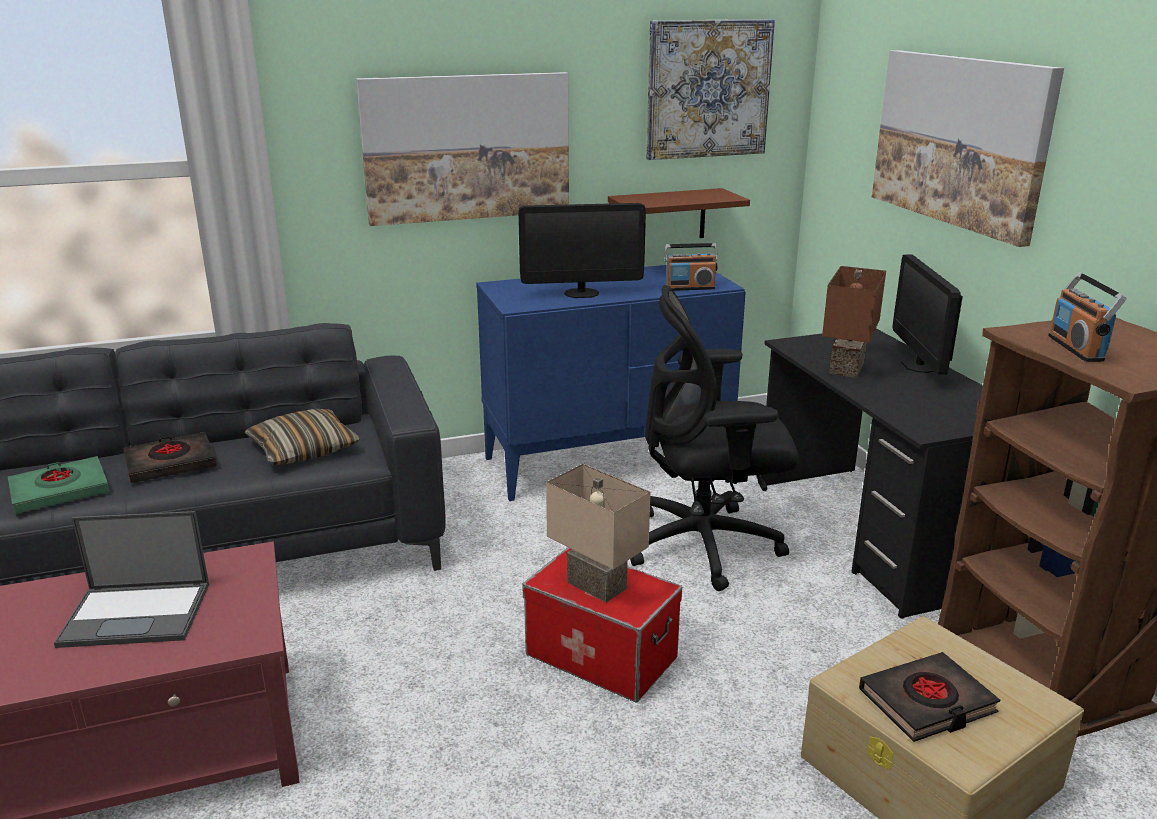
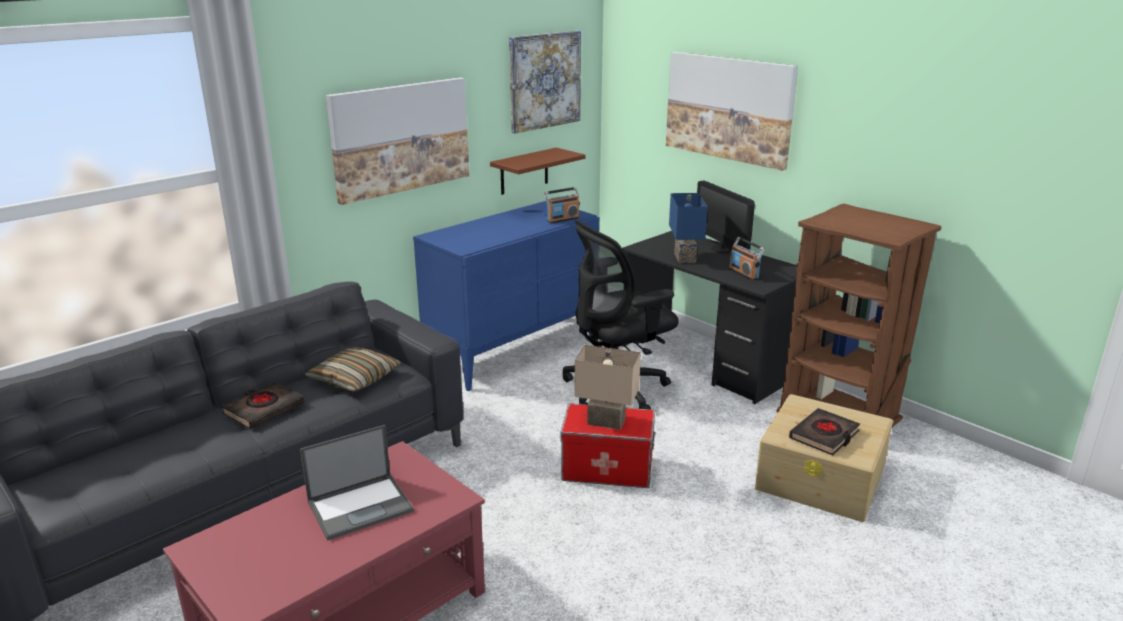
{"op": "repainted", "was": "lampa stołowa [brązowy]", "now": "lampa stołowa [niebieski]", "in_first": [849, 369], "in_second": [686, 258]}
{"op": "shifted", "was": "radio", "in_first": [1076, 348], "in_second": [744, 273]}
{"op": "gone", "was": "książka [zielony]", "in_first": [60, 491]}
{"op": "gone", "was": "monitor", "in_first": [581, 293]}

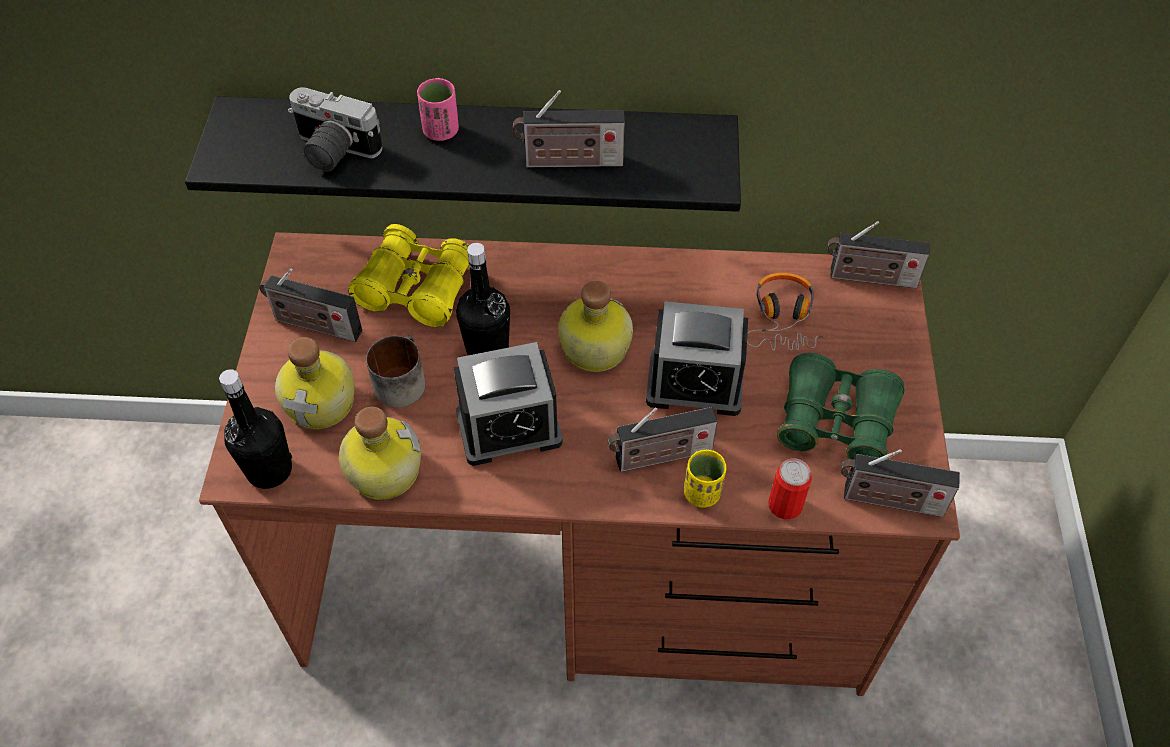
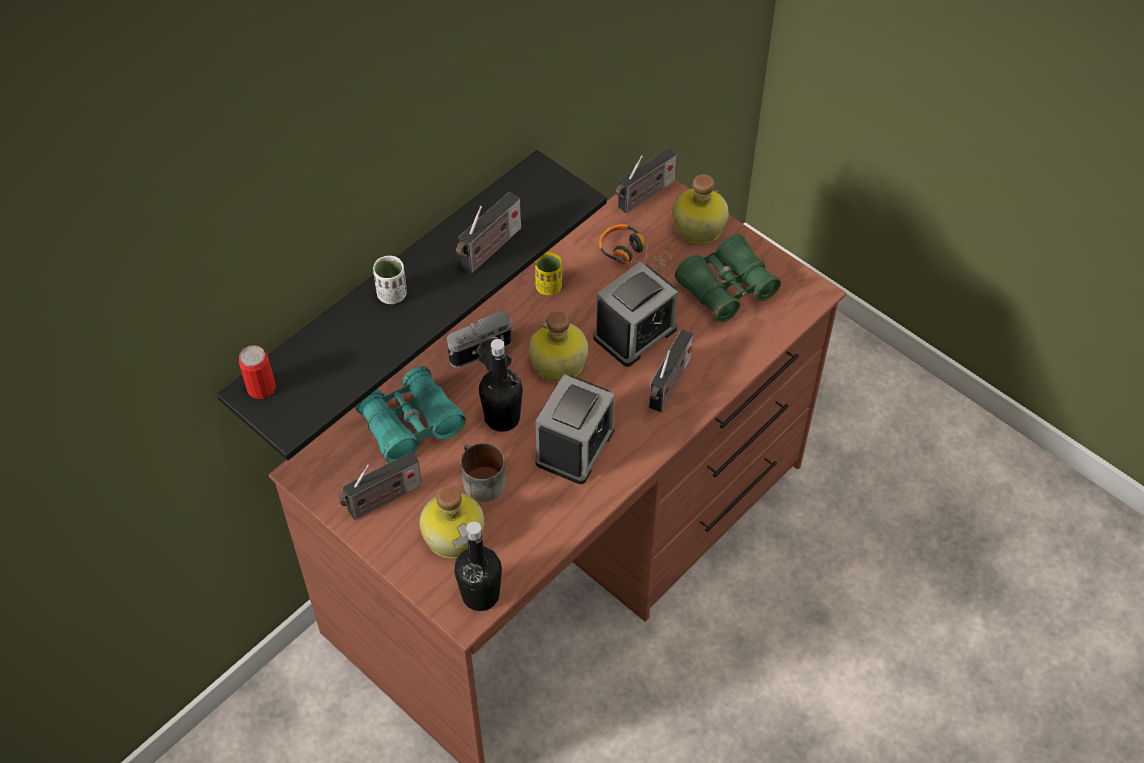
{"op": "shifted", "was": "puszka", "in_first": [785, 505], "in_second": [261, 388]}
{"op": "repainted", "was": "lornetka [żółty]", "now": "lornetka [turkusowy]", "in_first": [416, 288], "in_second": [411, 424]}
{"op": "repainted", "was": "filiżanka [różowy]", "now": "filiżanka [biały]", "in_first": [441, 131], "in_second": [392, 295]}
{"op": "shifted", "was": "aparat fotograficzny", "in_first": [332, 152], "in_second": [485, 360]}
{"op": "shifted", "was": "filiżanka [żółty]", "in_first": [702, 493], "in_second": [549, 287]}
{"op": "shifted", "was": "butelka", "in_first": [382, 470], "in_second": [697, 227]}
{"op": "gone", "was": "radio", "in_first": [888, 501]}

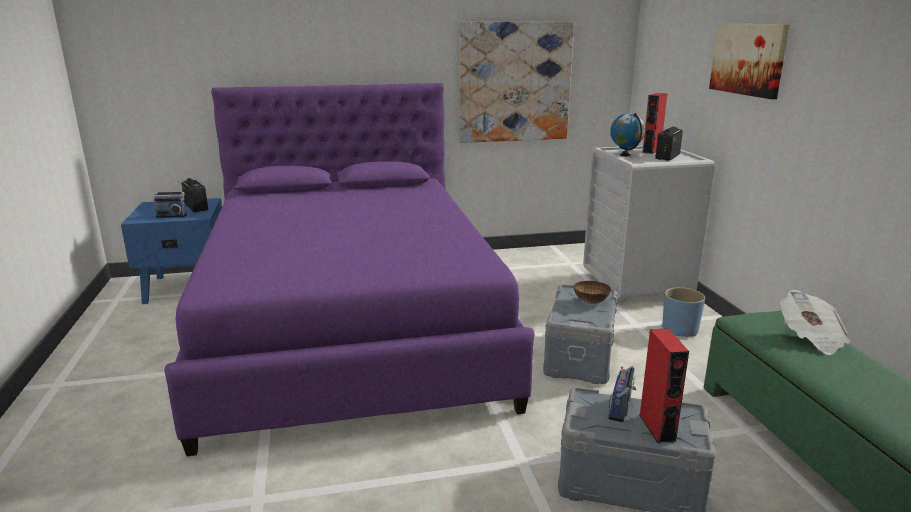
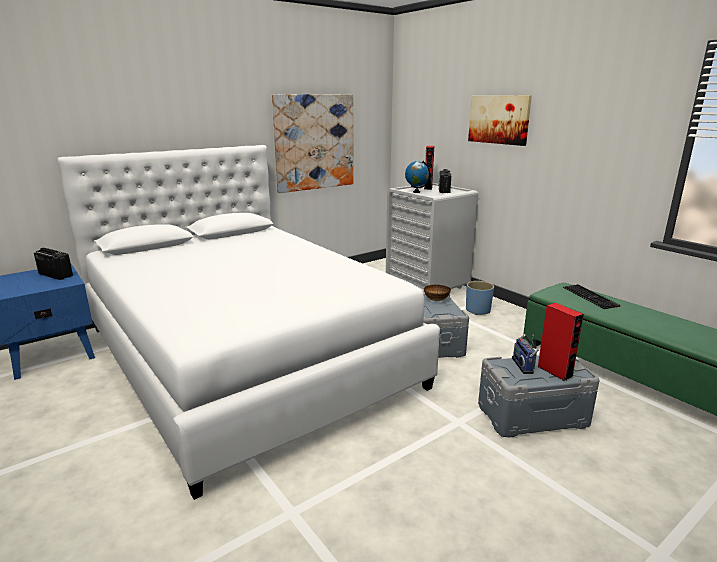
{"op": "repainted", "was": "łóżko [fioletowy]", "now": "łóżko [biały]", "in_first": [351, 326], "in_second": [245, 355]}
{"op": "swapped", "was": "gazeta", "now": "klawiatura", "in_first": [811, 338], "in_second": [591, 297]}
{"op": "gone", "was": "radio", "in_first": [172, 215]}

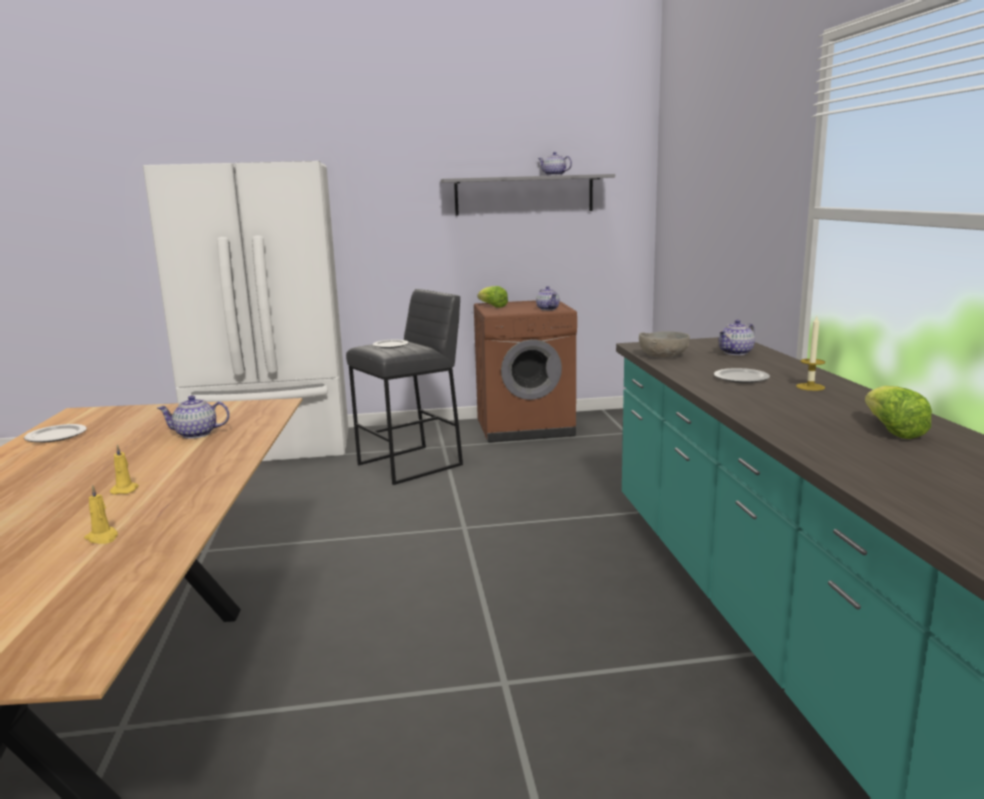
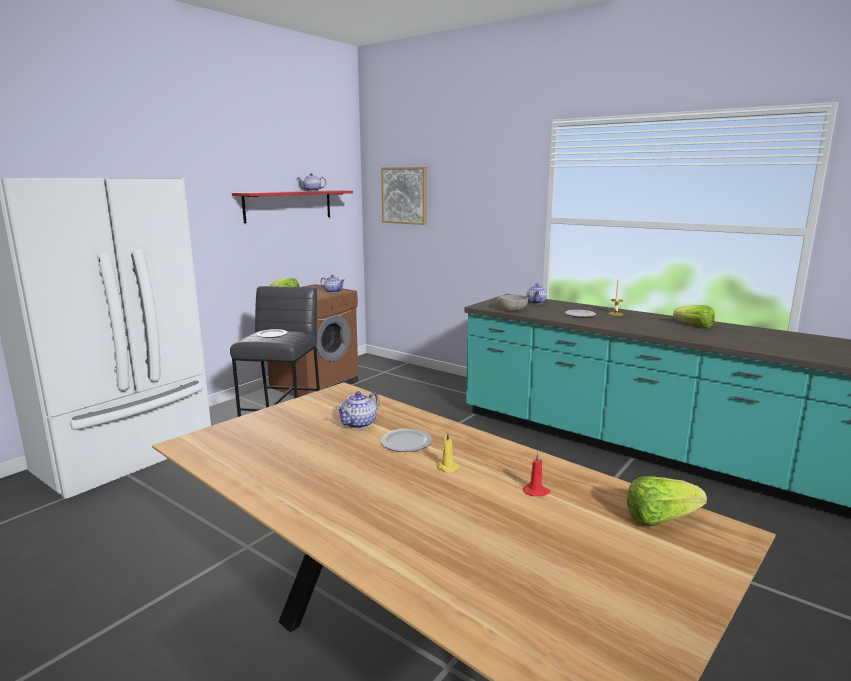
{"op": "repainted", "was": "półka [szary]", "now": "półka [czerwony]", "in_first": [524, 195], "in_second": [288, 205]}
{"op": "new", "now": "obraz", "in_second": [404, 195]}
{"op": "shifted", "was": "talerz", "in_first": [57, 435], "in_second": [406, 442]}
{"op": "repainted", "was": "świeca [żółty]", "now": "świeca [czerwony]", "in_first": [102, 538], "in_second": [536, 492]}
{"op": "new", "now": "sałata", "in_second": [660, 518]}

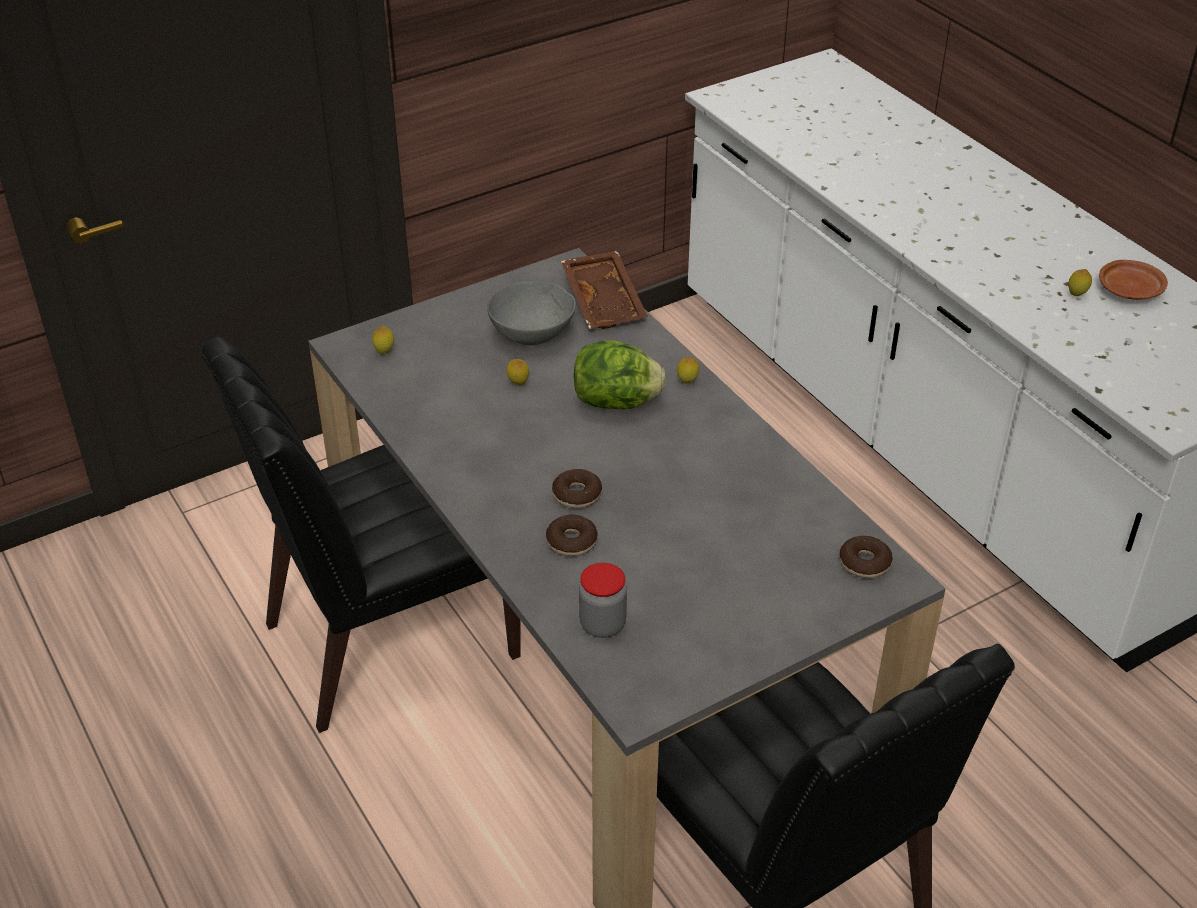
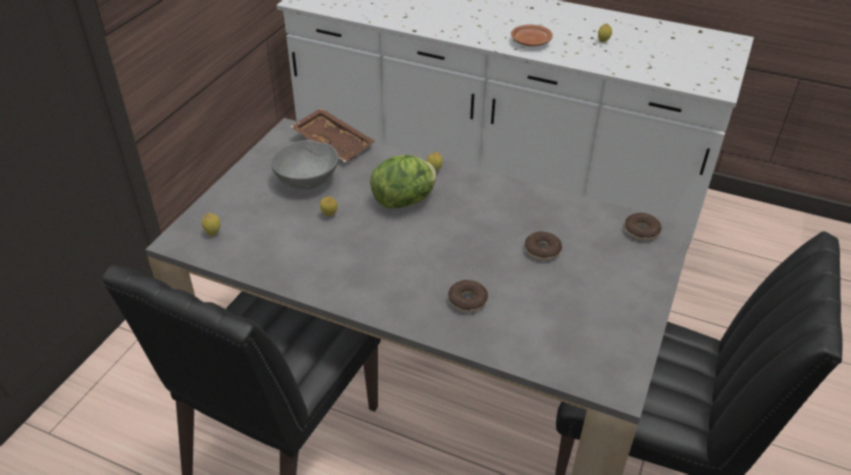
{"op": "shifted", "was": "talerz [brązowy]", "in_first": [1130, 290], "in_second": [531, 42]}
{"op": "shifted", "was": "donut", "in_first": [577, 495], "in_second": [542, 250]}
{"op": "gone", "was": "słoik", "in_first": [602, 624]}

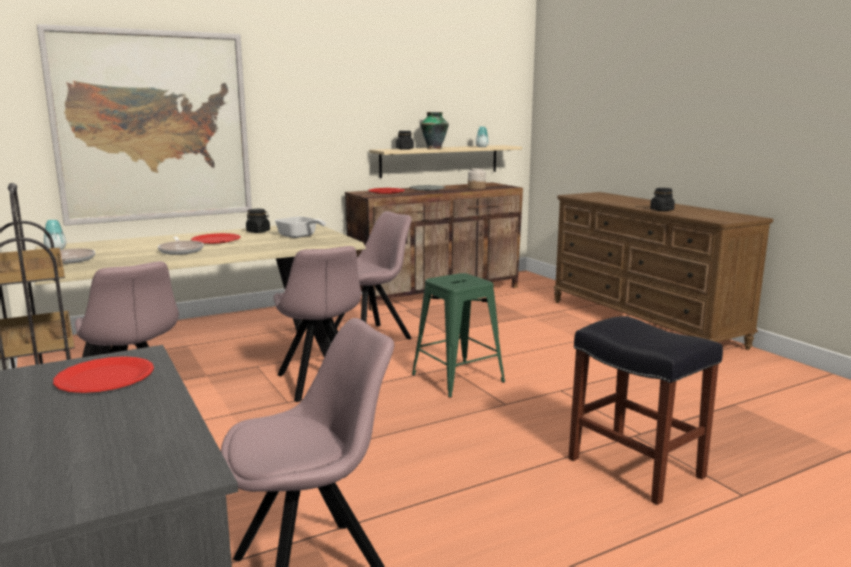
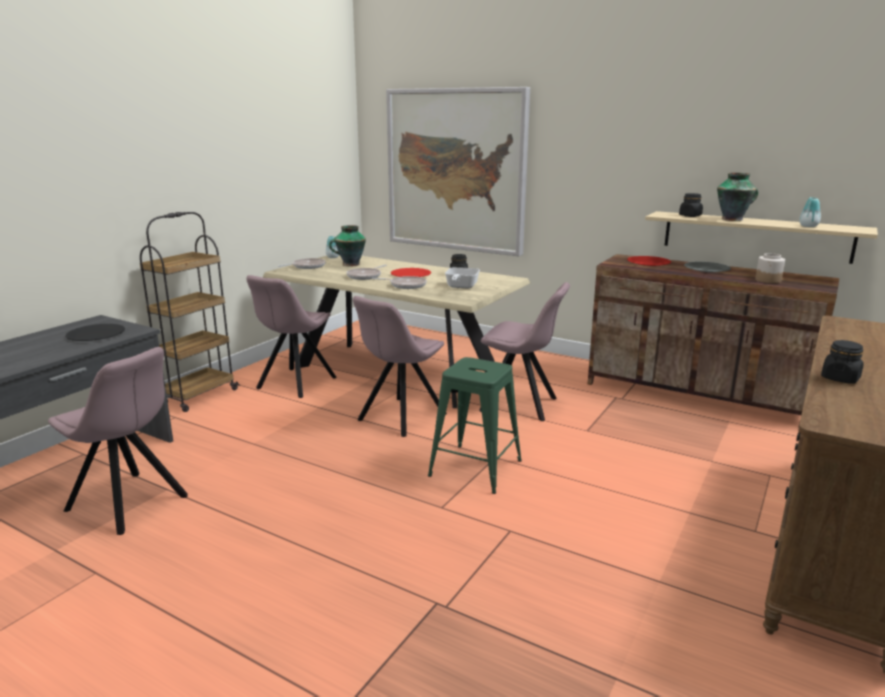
{"op": "repainted", "was": "talerz [czerwony]", "now": "talerz [czarny]", "in_first": [105, 377], "in_second": [96, 334]}
{"op": "new", "now": "wazon", "in_second": [350, 264]}
{"op": "new", "now": "patelnia", "in_second": [406, 285]}
{"op": "gone", "was": "stołek [czarny]", "in_first": [637, 468]}

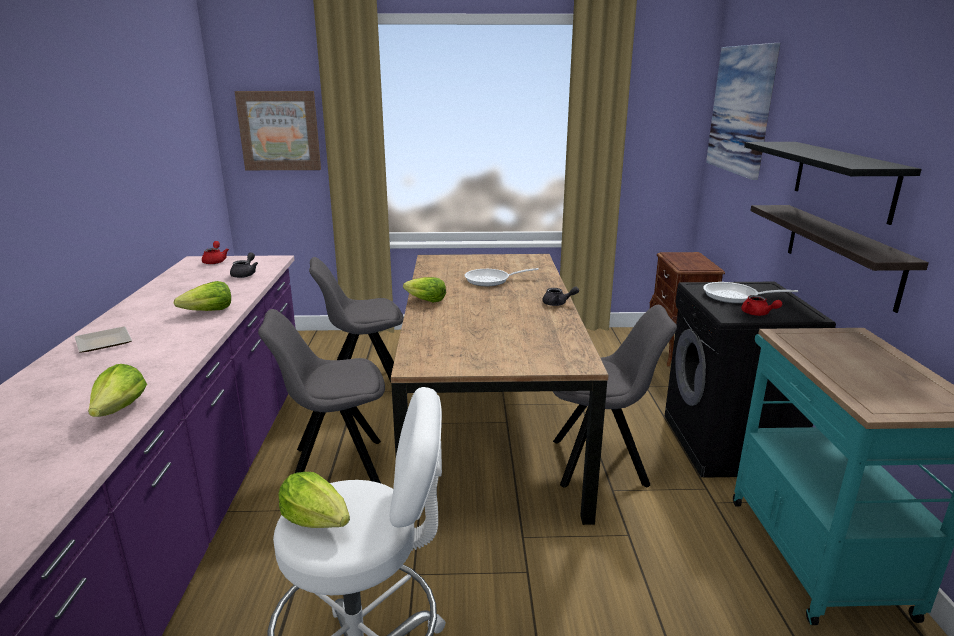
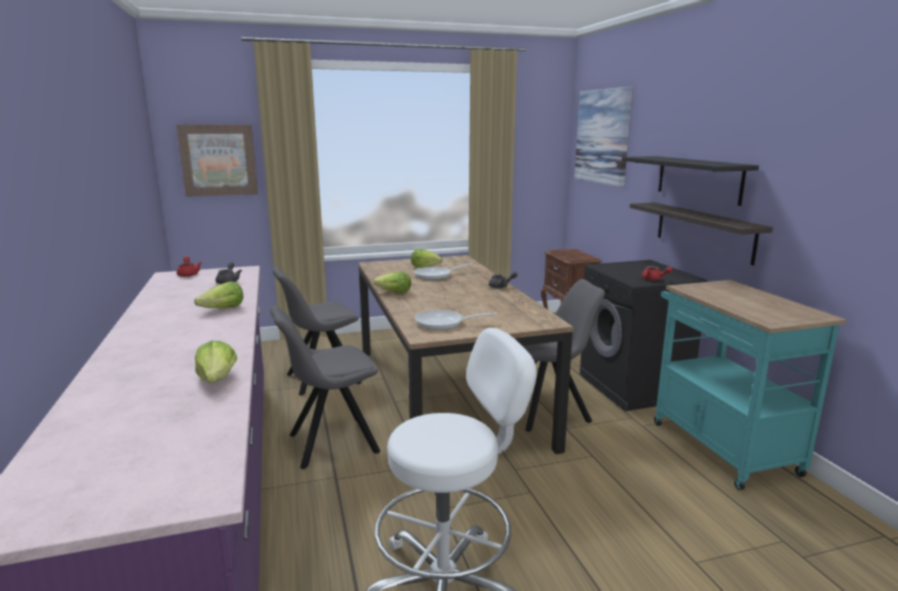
{"op": "shifted", "was": "sałata", "in_first": [317, 520], "in_second": [425, 267]}
{"op": "shifted", "was": "patelnia", "in_first": [735, 297], "in_second": [444, 323]}
{"op": "gone", "was": "talerz", "in_first": [102, 343]}

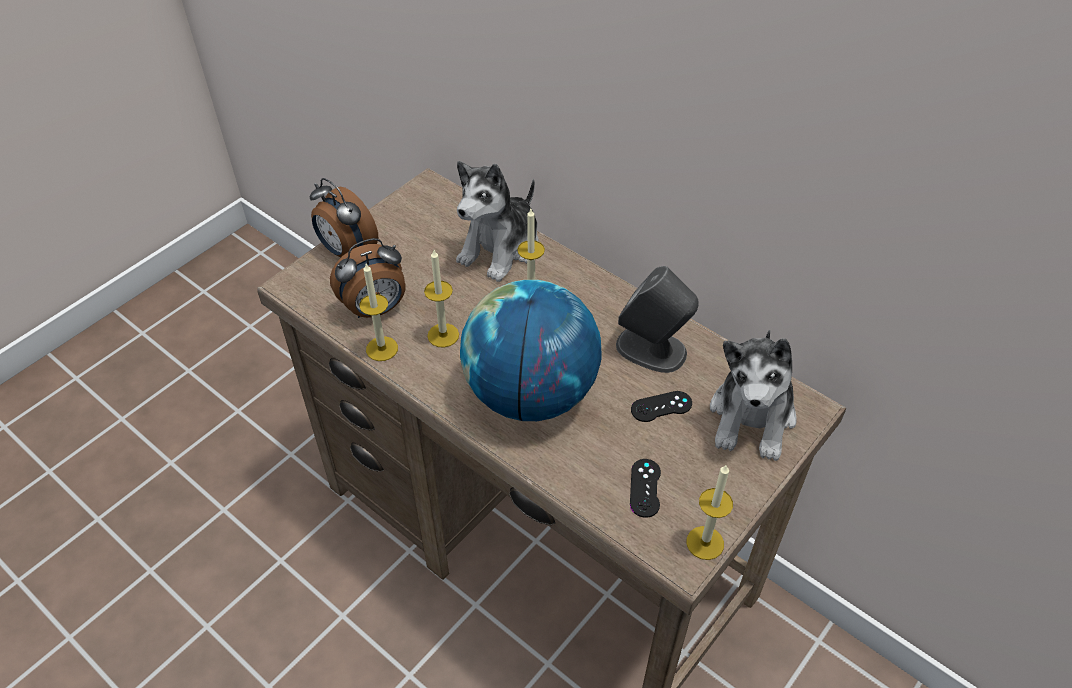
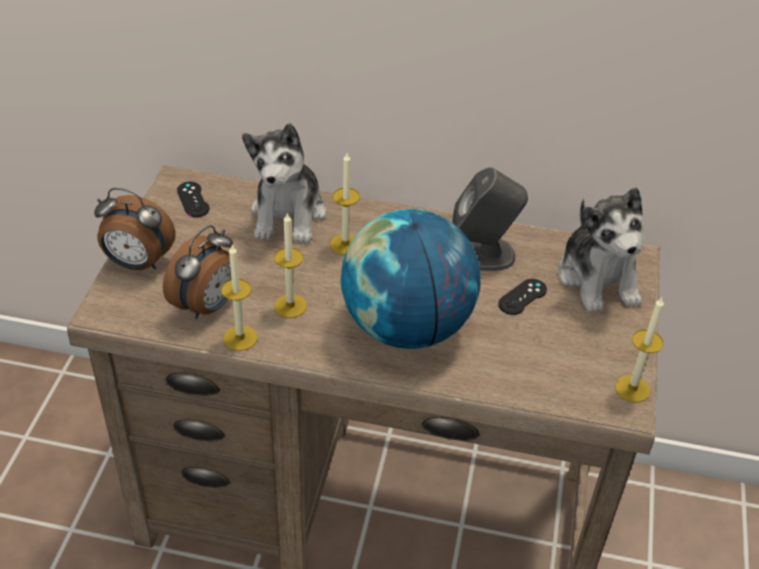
{"op": "shifted", "was": "pad do gier [czarny]", "in_first": [645, 488], "in_second": [193, 199]}

